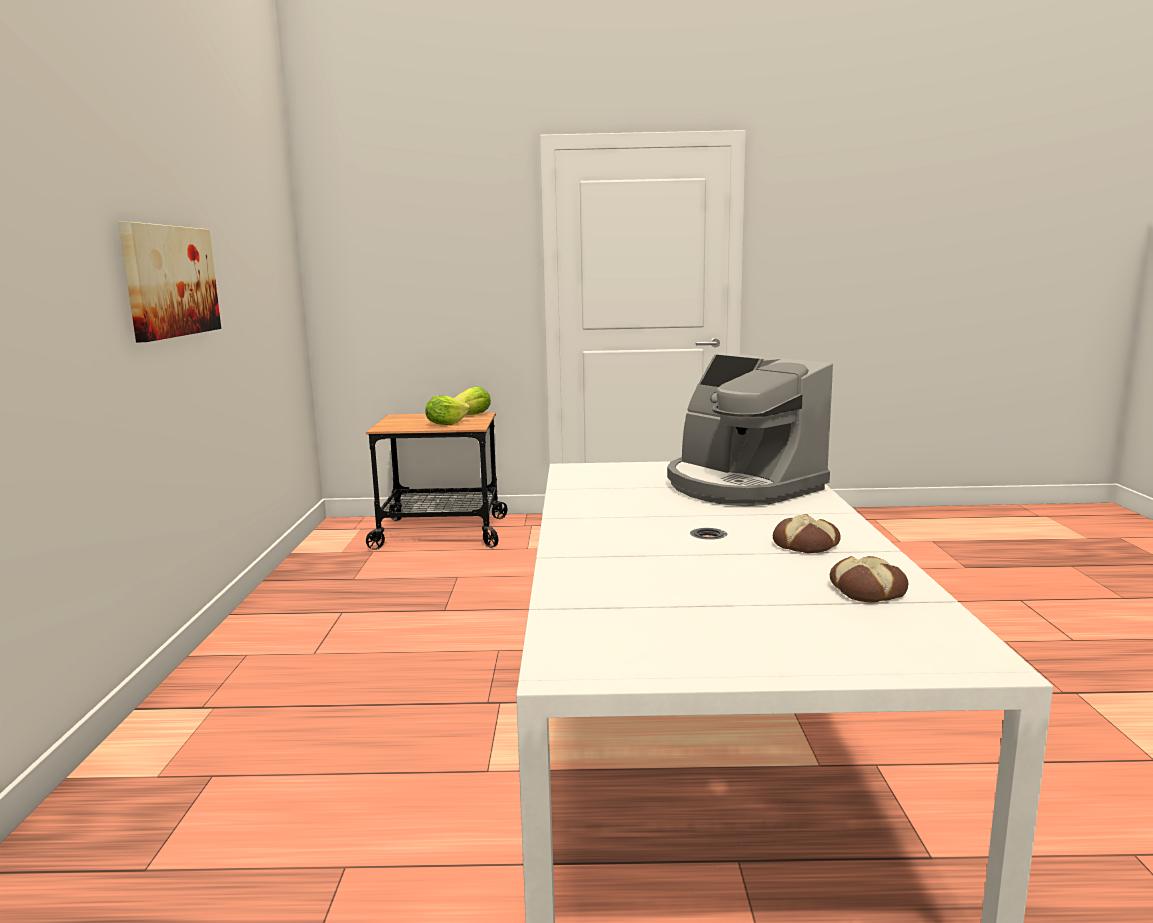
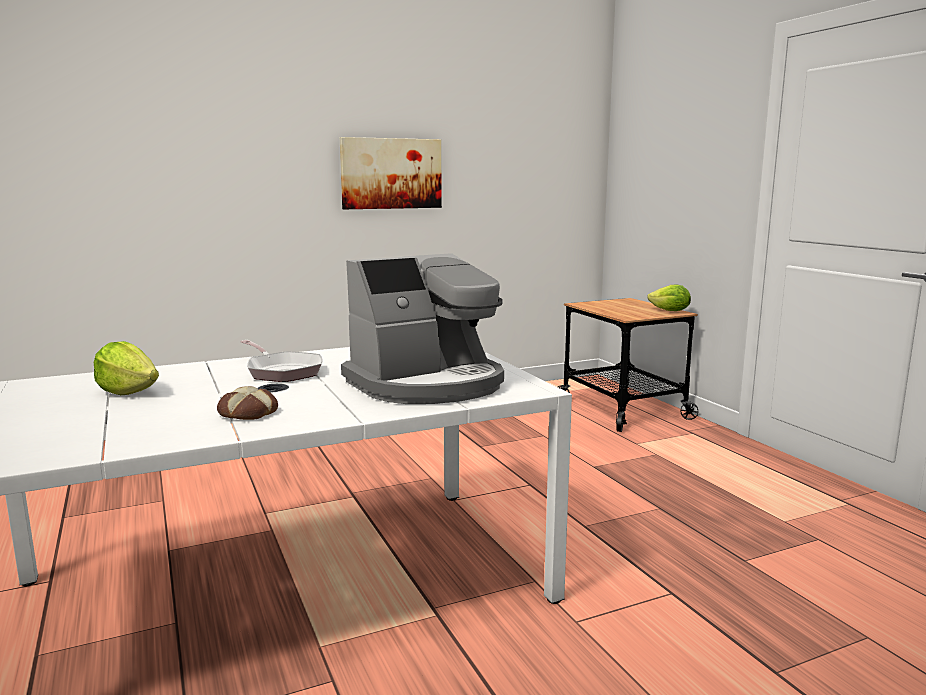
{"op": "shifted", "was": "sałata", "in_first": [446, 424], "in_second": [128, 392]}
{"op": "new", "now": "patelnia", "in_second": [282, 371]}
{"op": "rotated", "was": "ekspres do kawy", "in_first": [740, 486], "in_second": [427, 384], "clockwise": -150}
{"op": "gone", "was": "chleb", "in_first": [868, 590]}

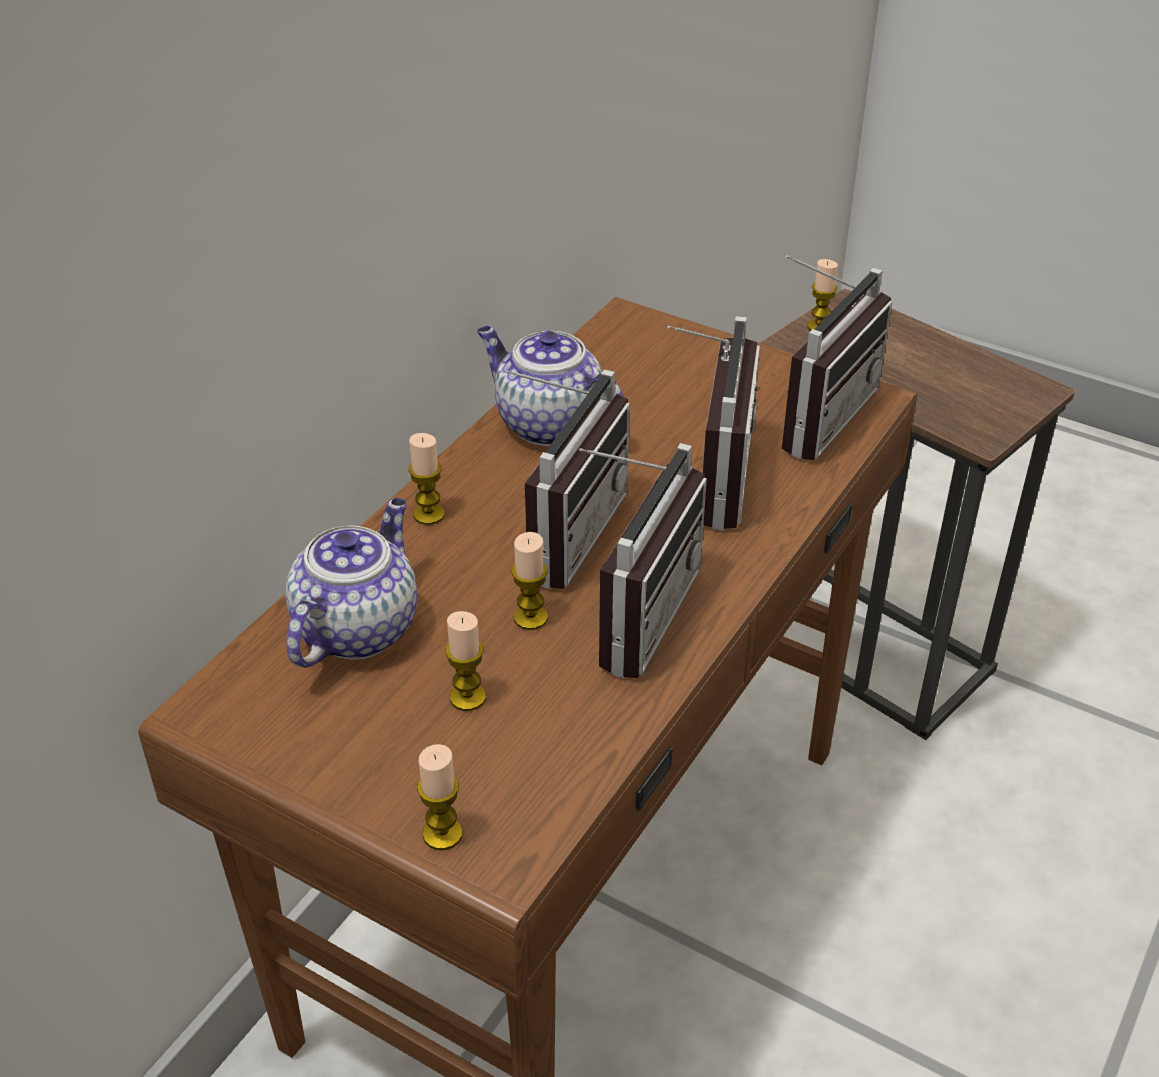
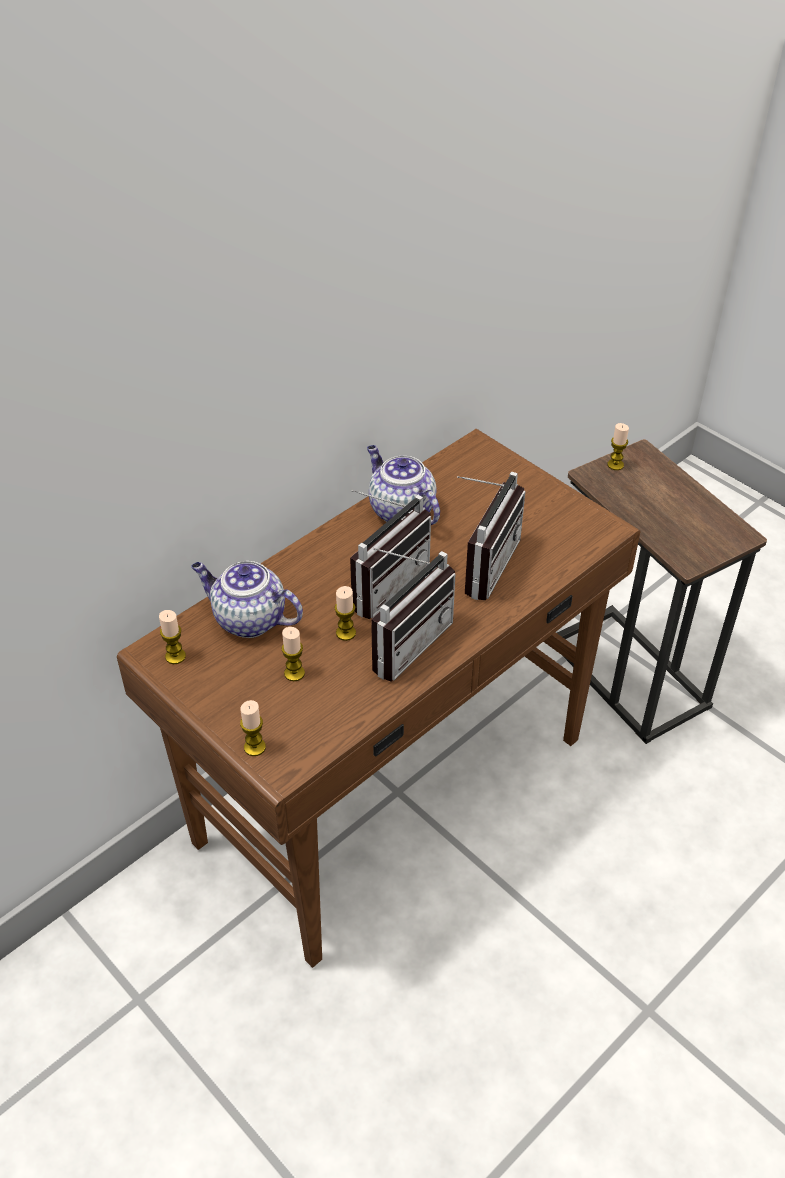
{"op": "shifted", "was": "świeca", "in_first": [429, 514], "in_second": [175, 656]}
{"op": "rotated", "was": "imbryk", "in_first": [357, 627], "in_second": [248, 619], "clockwise": -105}
{"op": "gone", "was": "radio", "in_first": [814, 414]}

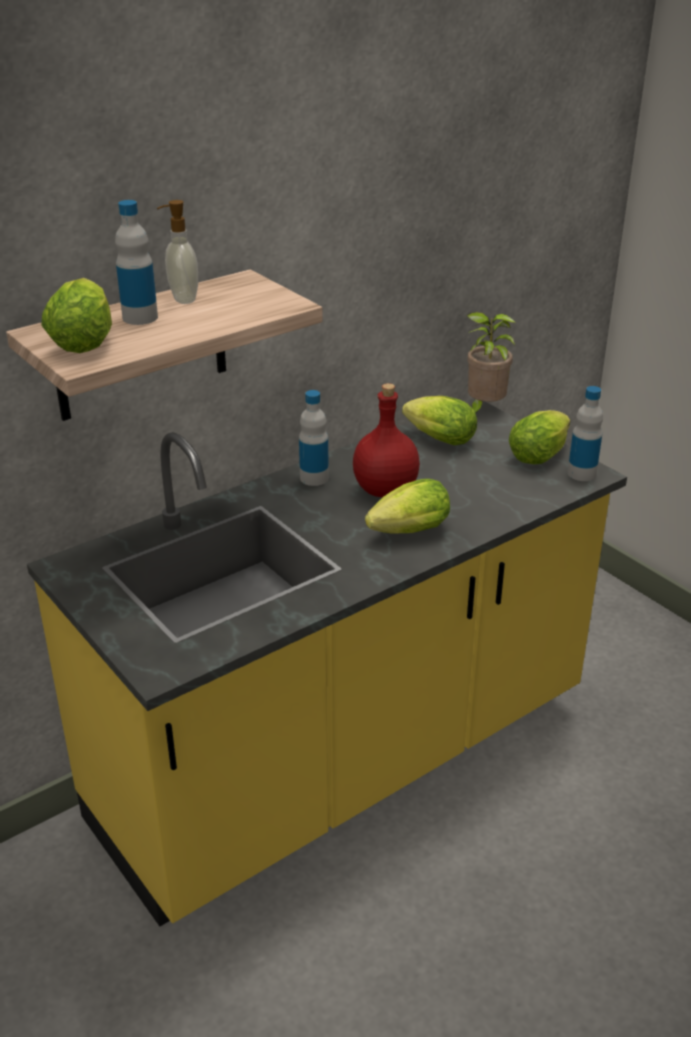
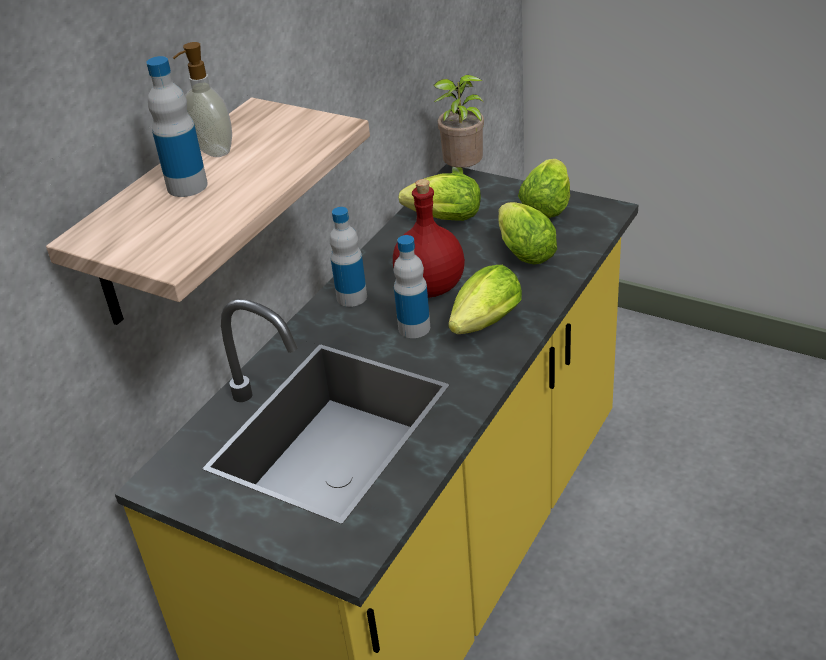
{"op": "shifted", "was": "butelka", "in_first": [581, 473], "in_second": [414, 328]}
{"op": "shifted", "was": "sałata", "in_first": [85, 341], "in_second": [522, 250]}

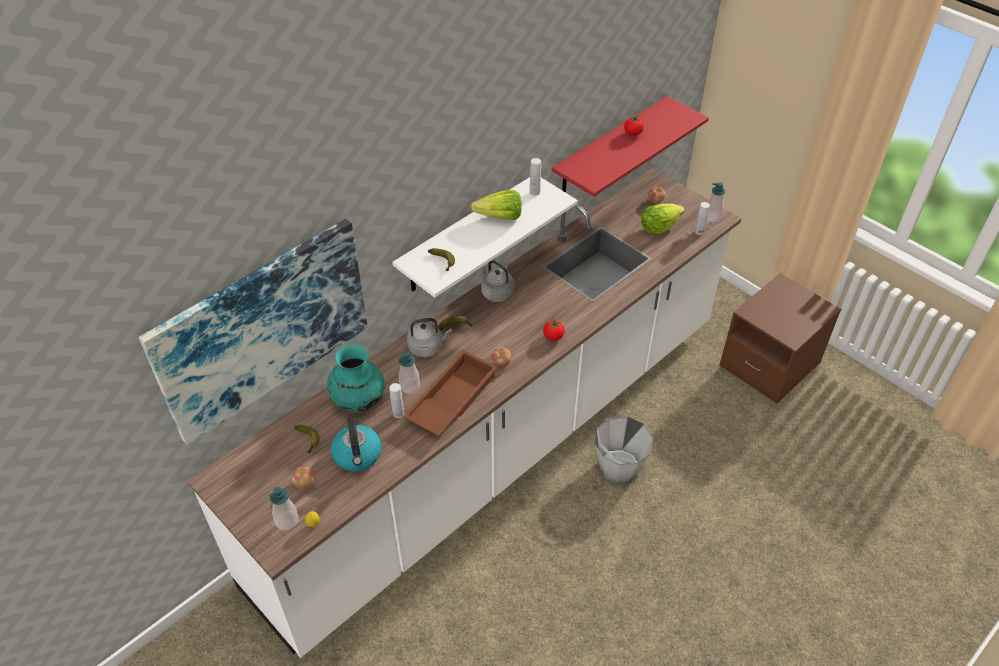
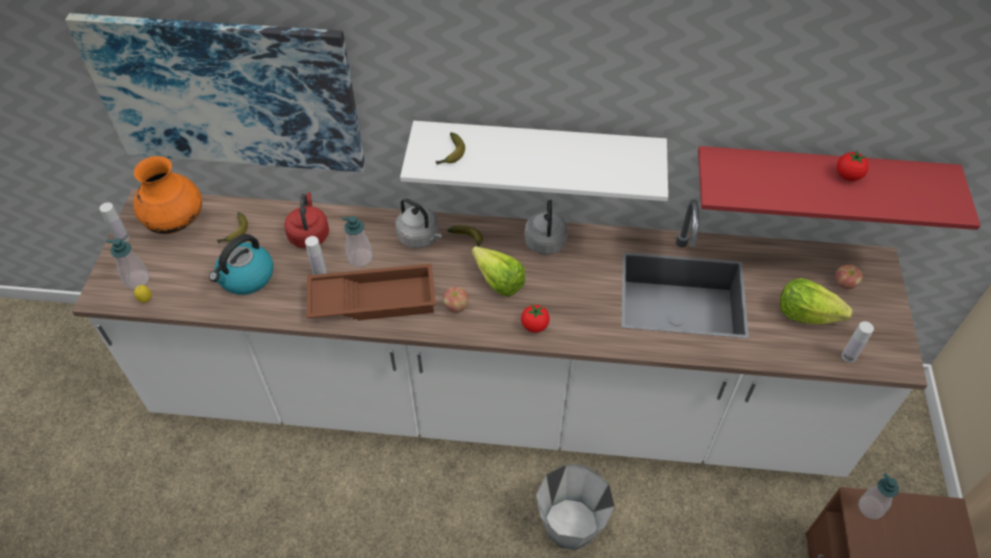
{"op": "shifted", "was": "butelka [biały]", "in_first": [534, 192], "in_second": [122, 239]}
{"op": "new", "now": "wazon [pomarańczowy]", "in_second": [176, 223]}
{"op": "swapped", "was": "wazon [turkusowy]", "now": "czajnik [czerwony]", "in_first": [358, 400], "in_second": [309, 234]}
{"op": "shifted", "was": "sałata", "in_first": [495, 217], "in_second": [496, 278]}
{"op": "shifted", "was": "dozownik mydła", "in_first": [712, 217], "in_second": [870, 507]}
{"op": "gone", "was": "jabłko", "in_first": [304, 483]}

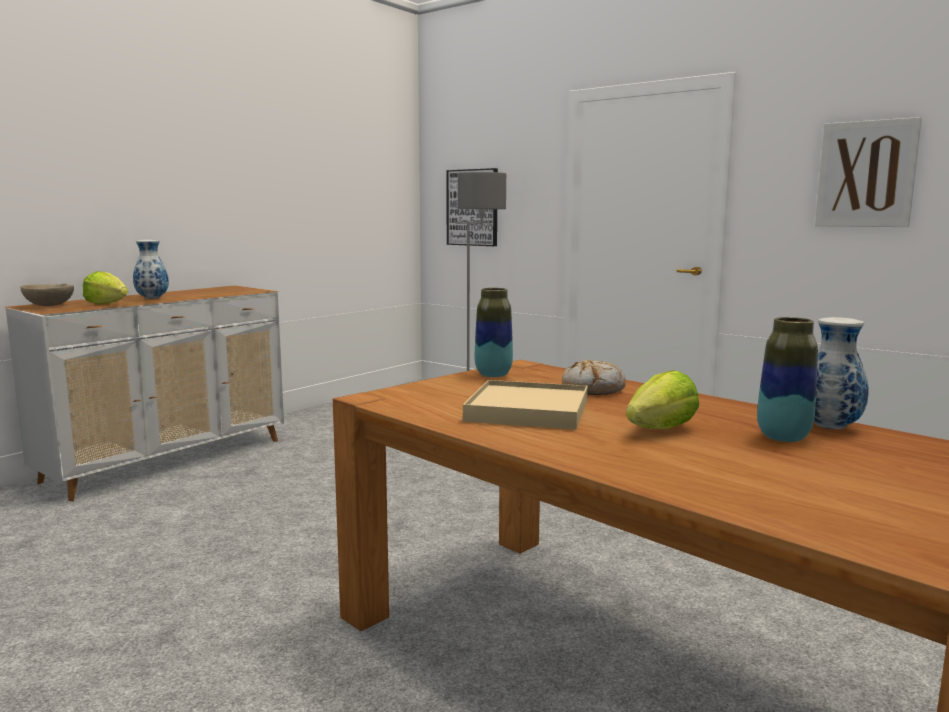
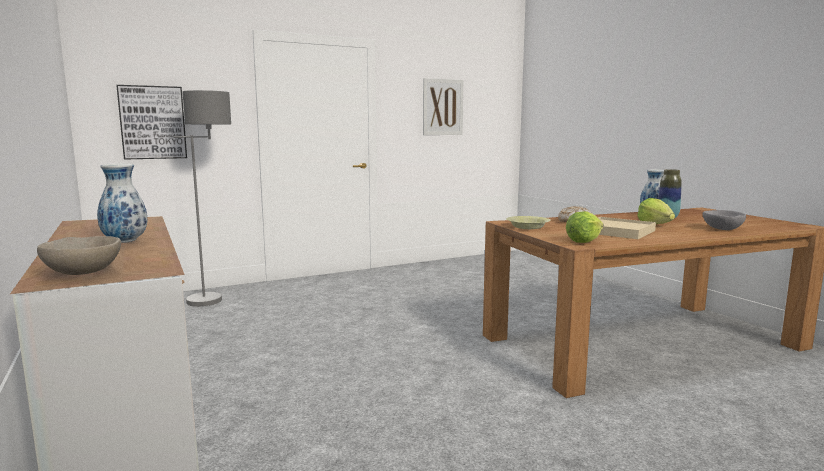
{"op": "swapped", "was": "wazon", "now": "miska [żółty]", "in_first": [493, 375], "in_second": [527, 227]}
{"op": "shifted", "was": "sałata", "in_first": [107, 304], "in_second": [584, 241]}
{"op": "new", "now": "miska [szary]", "in_second": [721, 229]}

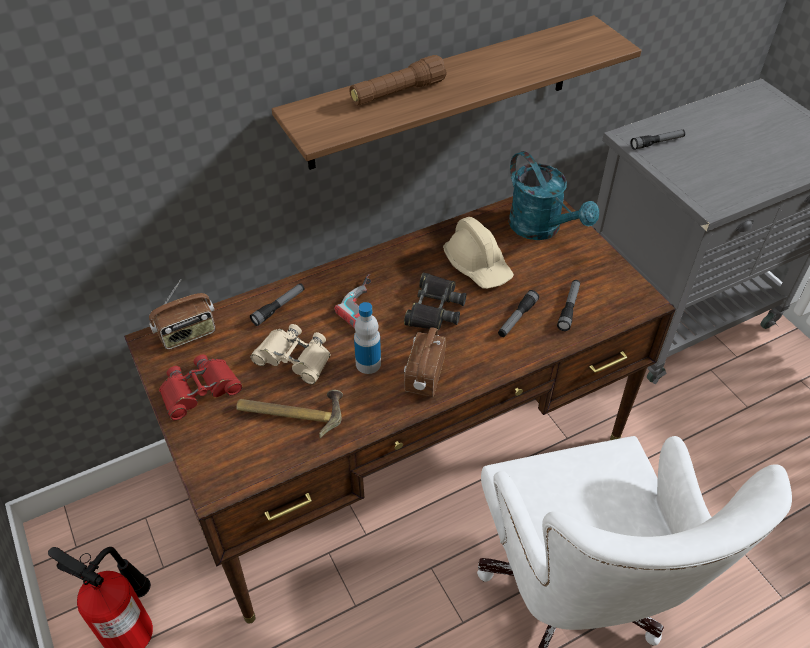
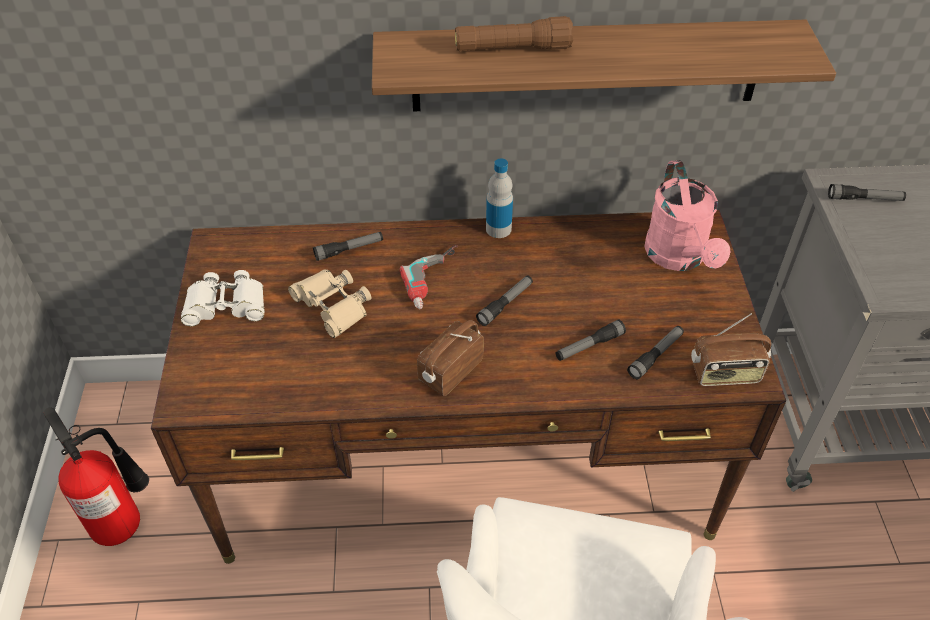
{"op": "repainted", "was": "lornetka [czerwony]", "now": "lornetka [biały]", "in_first": [199, 390], "in_second": [226, 305]}
{"op": "swapped", "was": "lornetka [czarny]", "now": "latarka", "in_first": [434, 308], "in_second": [505, 304]}
{"op": "shifted", "was": "butelka", "in_first": [368, 364], "in_second": [498, 229]}
{"op": "repainted", "was": "konewka [turkusowy]", "now": "konewka [różowy]", "in_first": [541, 229], "in_second": [679, 258]}
{"op": "shifted", "was": "radio", "in_first": [187, 334], "in_second": [725, 374]}
{"op": "gone", "was": "młotek", "in_first": [291, 412]}
{"op": "gone", "was": "kask [beżowy]", "in_first": [478, 266]}

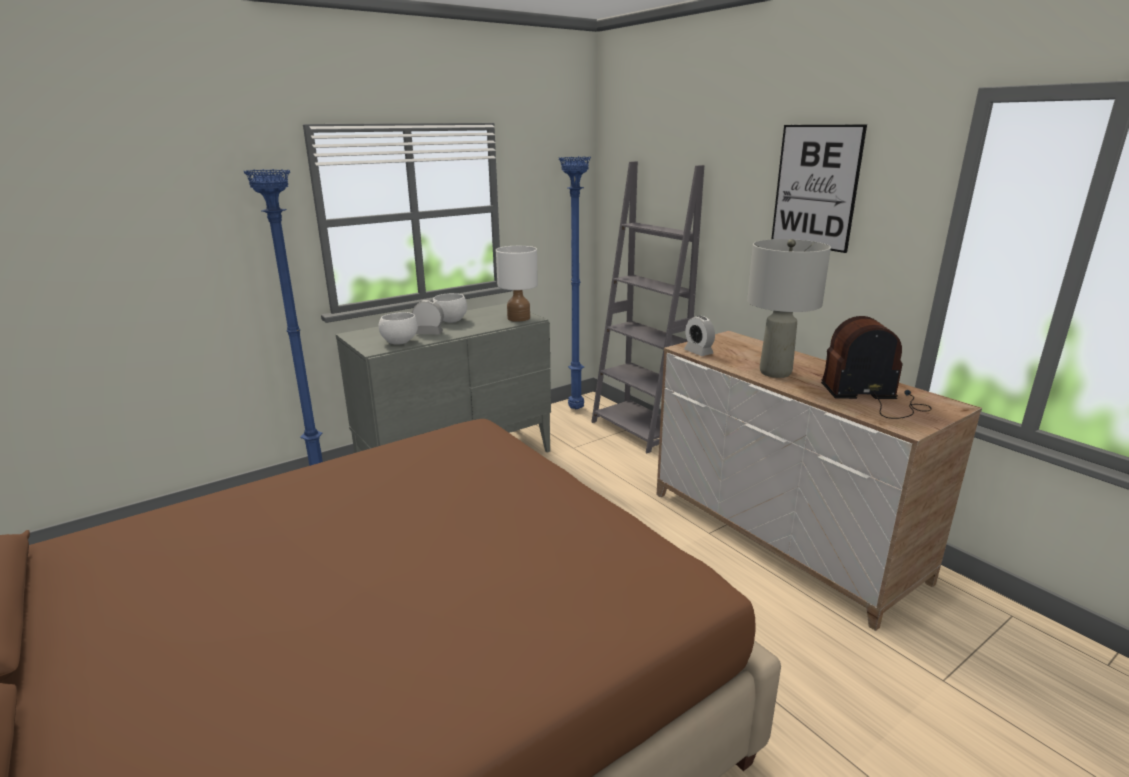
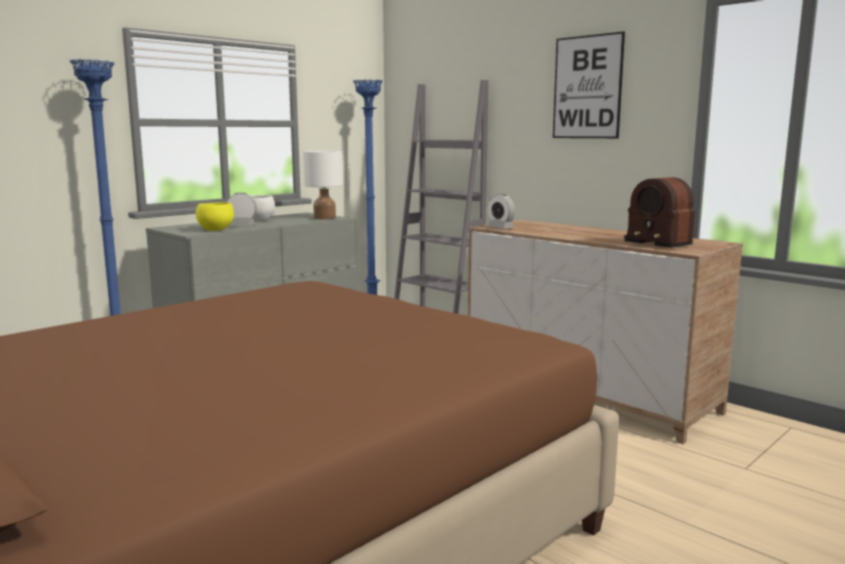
{"op": "repainted", "was": "miska [biały]", "now": "miska [żółty]", "in_first": [399, 342], "in_second": [215, 230]}
{"op": "rotated", "was": "radio", "in_first": [874, 398], "in_second": [658, 242], "clockwise": -120}
{"op": "gone", "was": "lampa stołowa [szary]", "in_first": [776, 372]}

